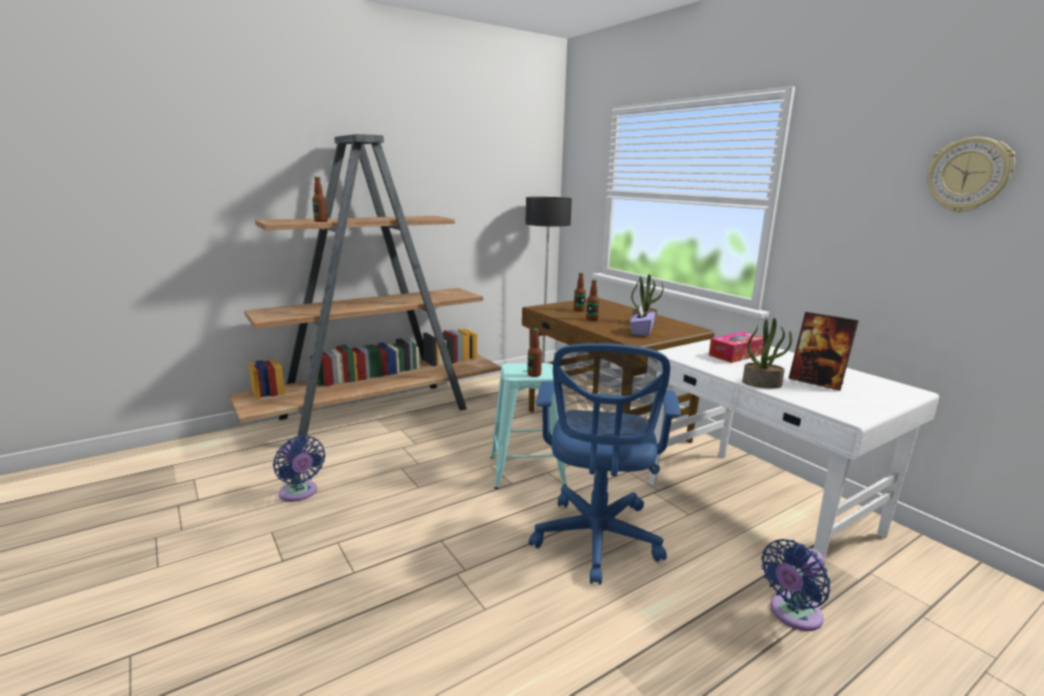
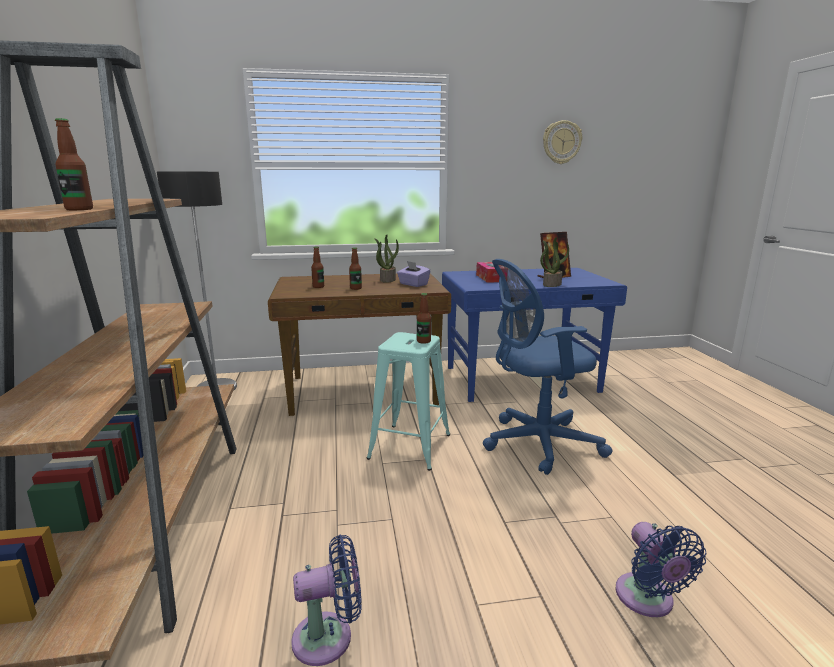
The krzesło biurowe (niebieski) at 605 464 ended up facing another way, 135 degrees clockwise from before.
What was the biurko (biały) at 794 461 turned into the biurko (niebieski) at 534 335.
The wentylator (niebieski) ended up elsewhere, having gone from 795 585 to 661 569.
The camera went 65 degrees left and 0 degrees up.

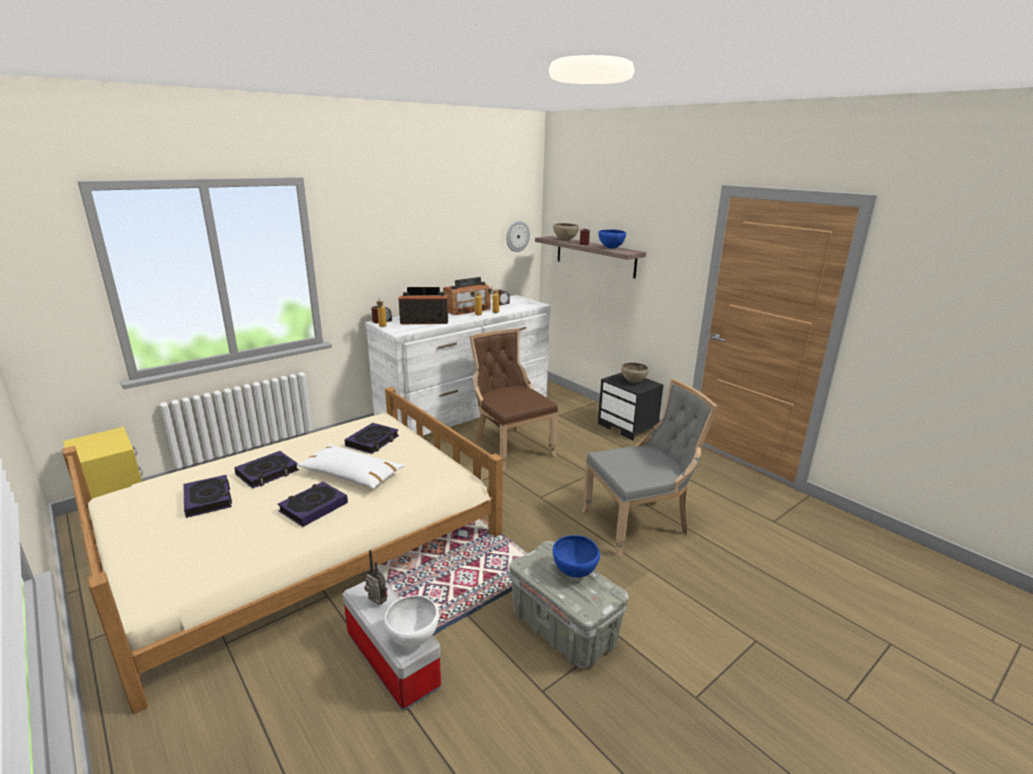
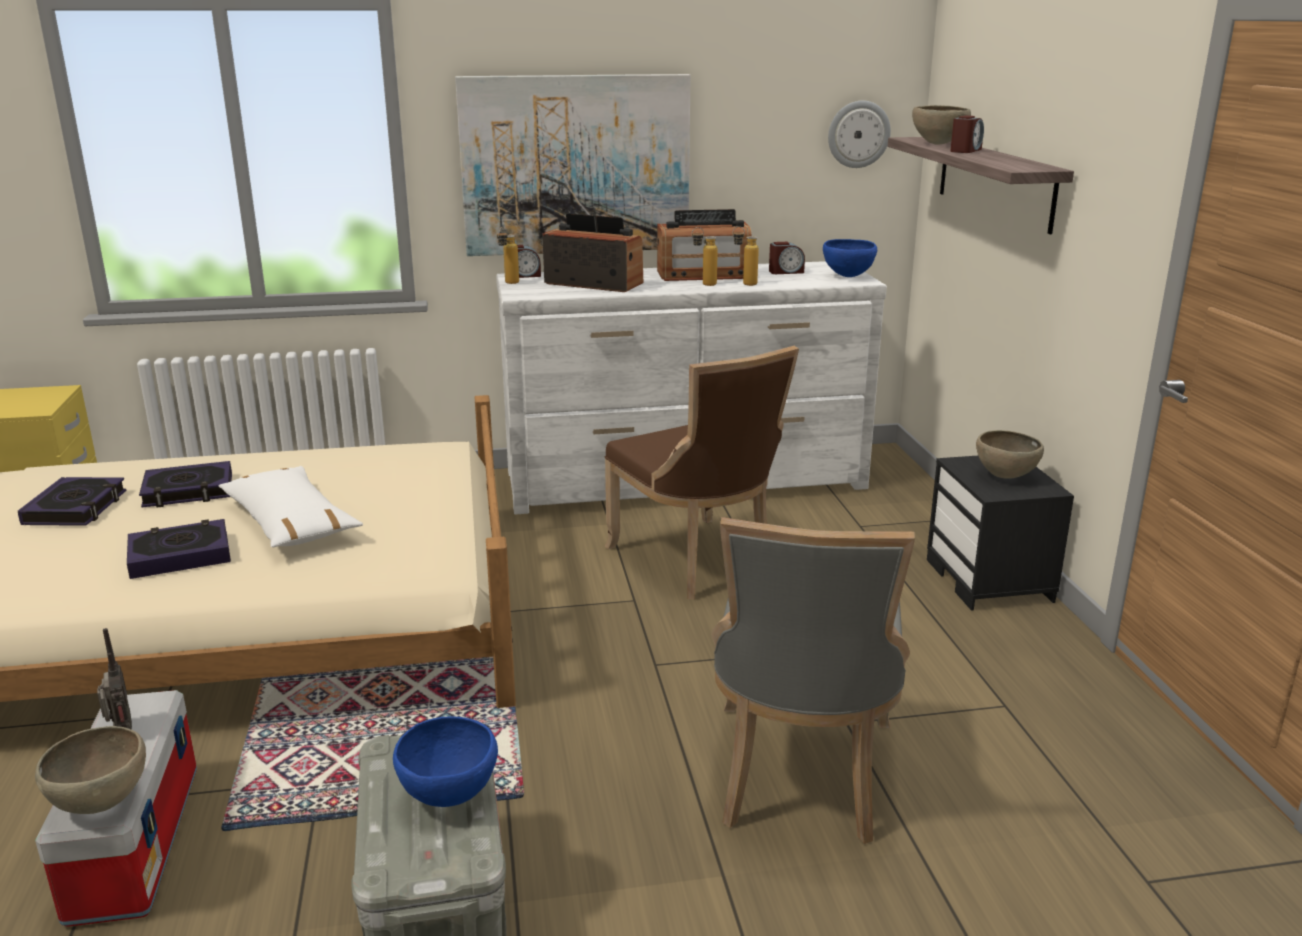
The second view lost the książka at 372 438.
What was the miska (biały) at 411 621 turned into the miska (brązowy) at 90 770.
The krzesło (brązowy) at 514 400 ended up facing another way, 150 degrees clockwise from before.
The krzesło (szary) at 650 468 ended up facing another way, 90 degrees clockwise from before.
The miska (niebieski) ended up elsewhere, having gone from 612 239 to 850 258.
The second view gained the obraz at 573 165.
The camera went 30 degrees right and 0 degrees up.

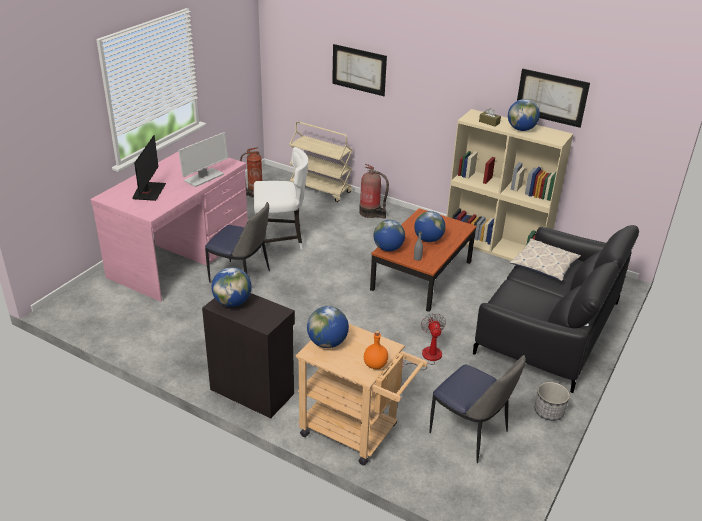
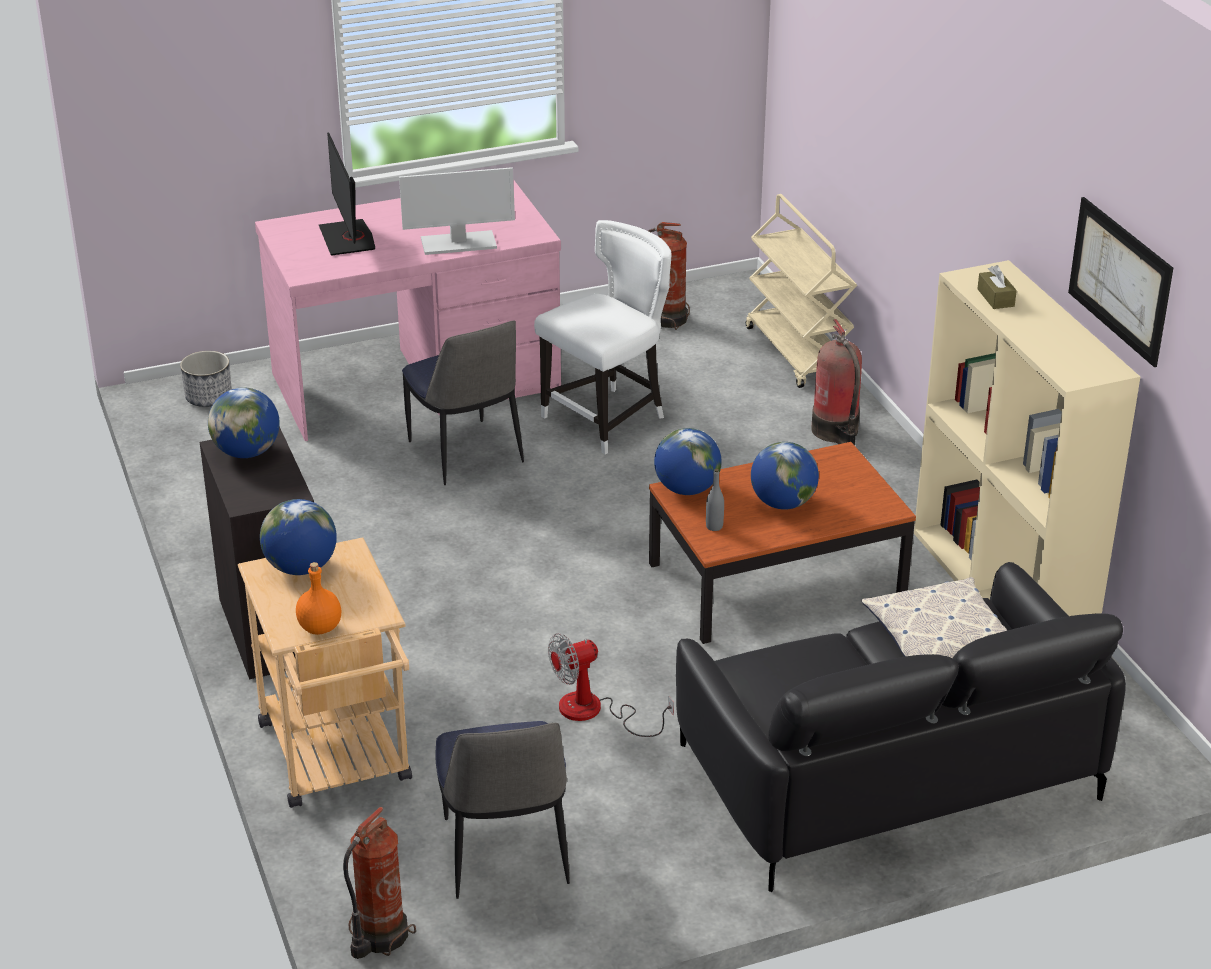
The monitor at 149 168 ended up facing another way, 120 degrees clockwise from before.
The krzesło (biały) at 281 200 ended up facing another way, 75 degrees counterclockwise from before.
The second view lost the obraz at 359 70.
The wentylator at 424 341 ended up facing another way, 150 degrees counterclockwise from before.
The second view lost the globus at 524 115.
The donica ended up elsewhere, having gone from 552 401 to 206 379.
The second view gained the gaśnica at 379 883.
The camera went 40 degrees right and 0 degrees up.

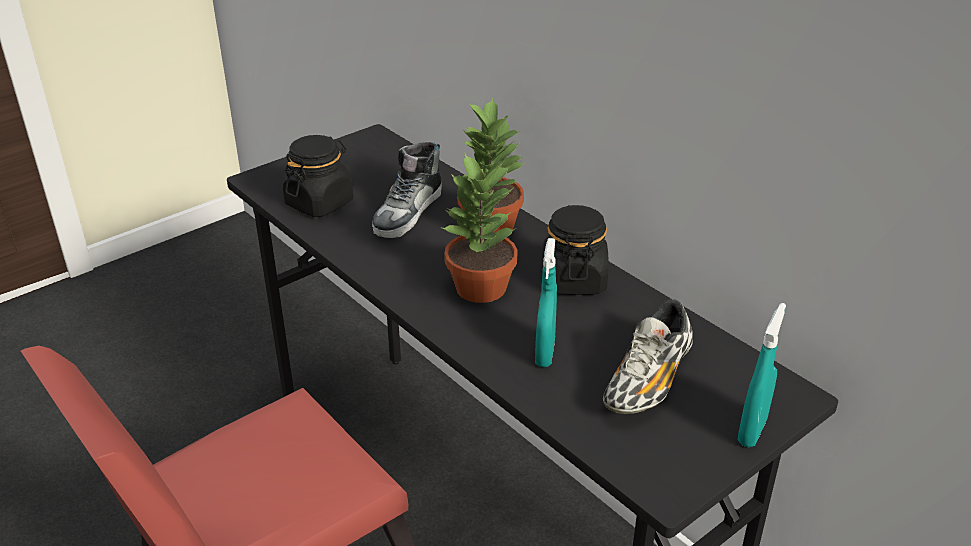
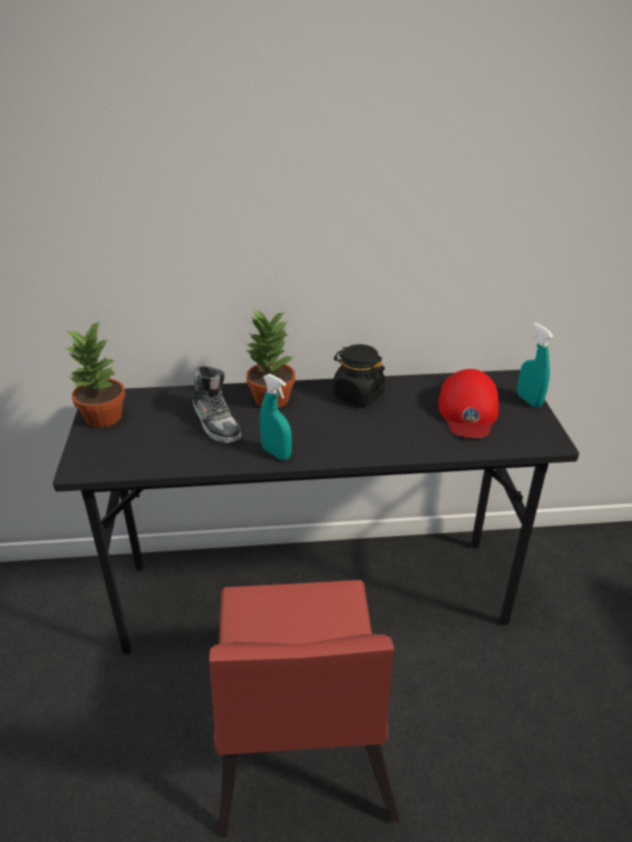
The second view lost the słoik (czarny) at 318 176.
The roślina doniczkowa ended up elsewhere, having gone from 478 228 to 94 374.
The spryskiwacz (turkusowy) ended up elsewhere, having gone from 546 302 to 276 417.
Where the but stood at 648 356, the czapka z daszkiem (czerwony) came to stand at 468 403.
The camera went 55 degrees left and 0 degrees up.

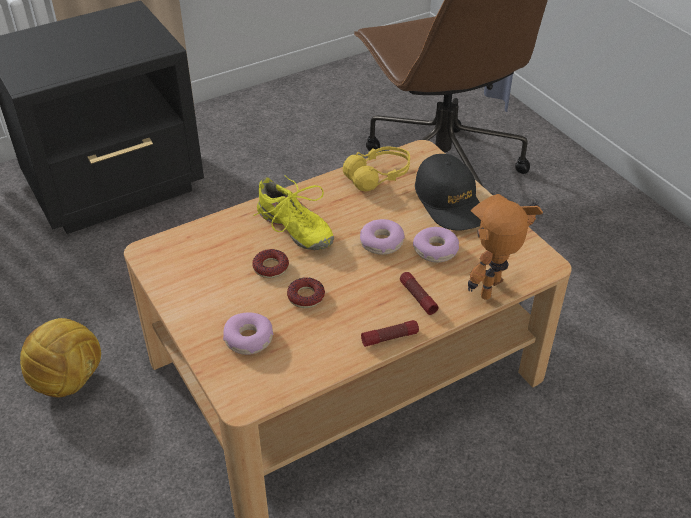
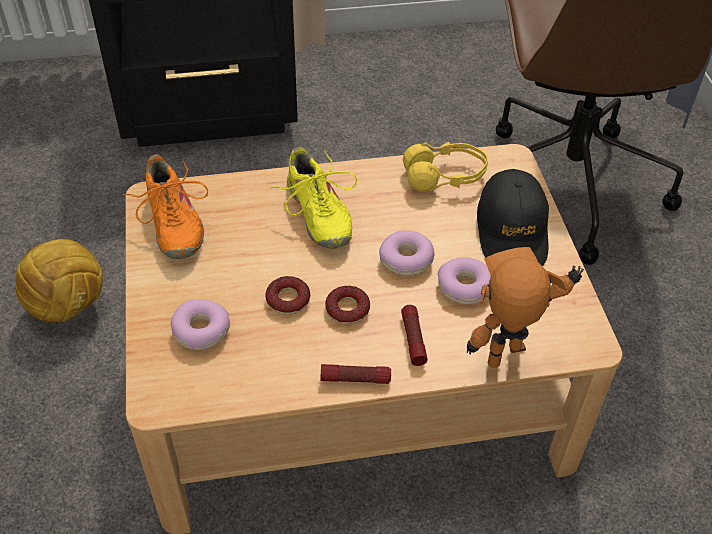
The donut ended up elsewhere, having gone from 270 263 to 347 305.
The second view gained the but (pomarańczowy) at 165 206.
The camera went 20 degrees right and 5 degrees up.

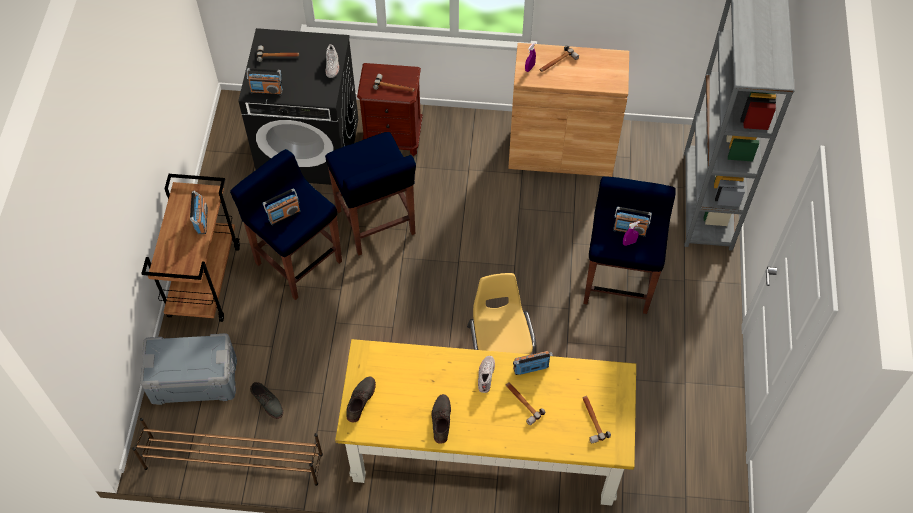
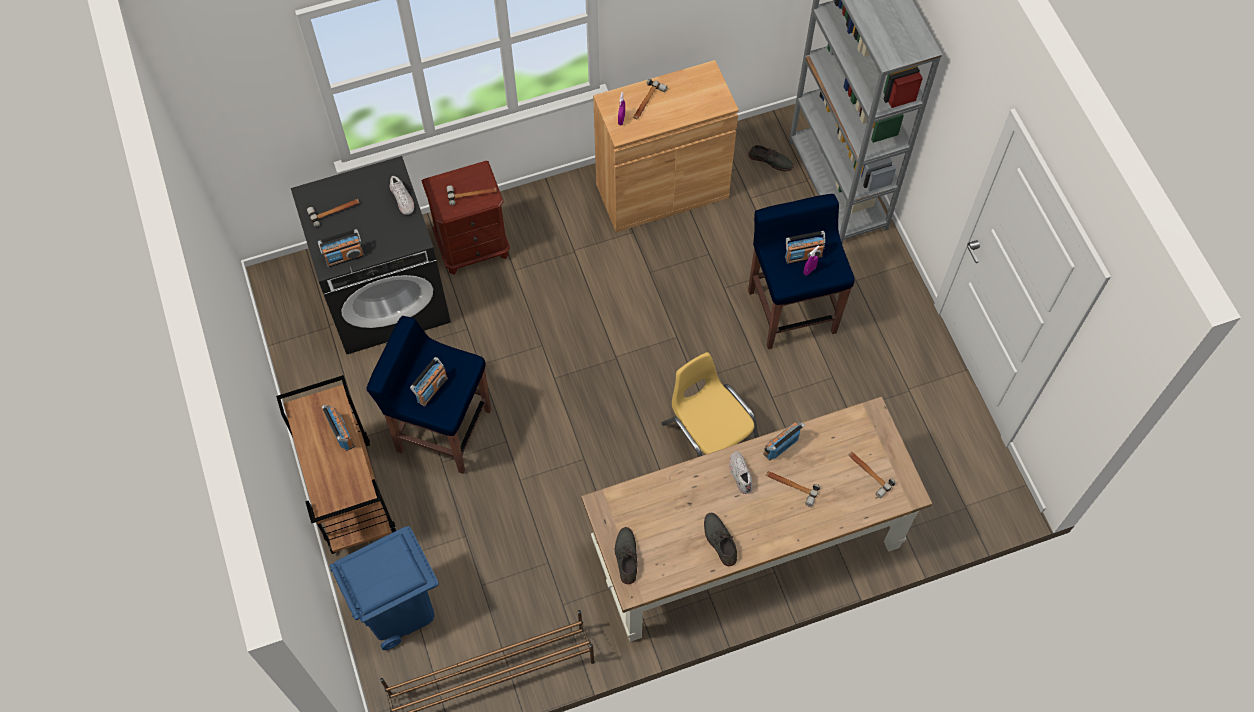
Where the pojemnik do przechowywania (szary) stood at 188 369, the kosz na śmieci (niebieski) came to stand at 384 588.
The but (szary) ended up elsewhere, having gone from 266 400 to 771 158.
The second view lost the stołek (niebieski) at 370 194.
What was the biurko (żółty) at 485 422 turned into the biurko (brązowy) at 756 519.
The camera went 25 degrees left and 5 degrees up.

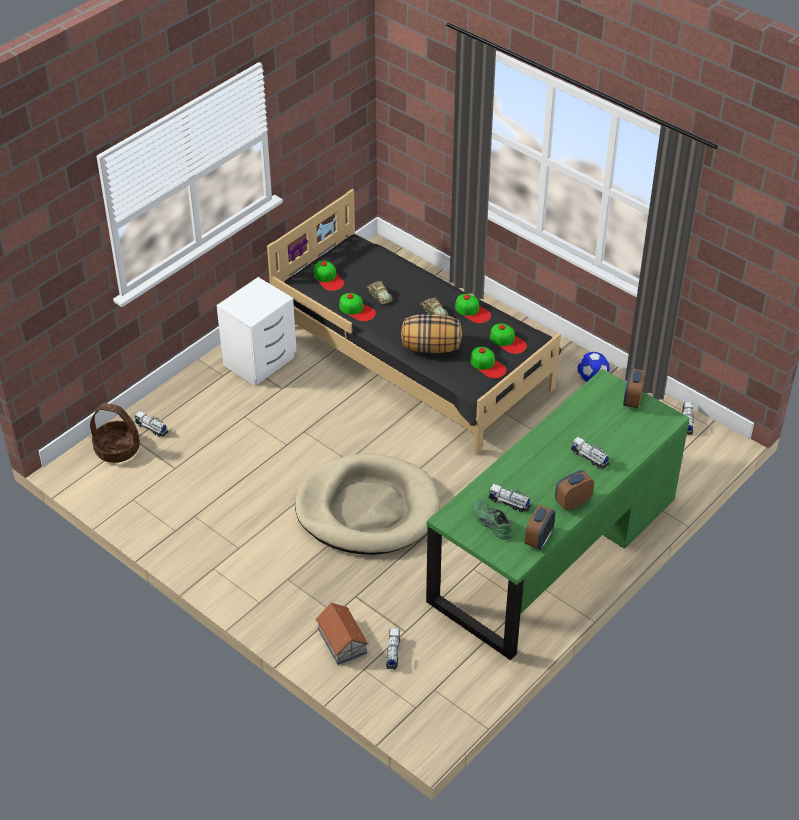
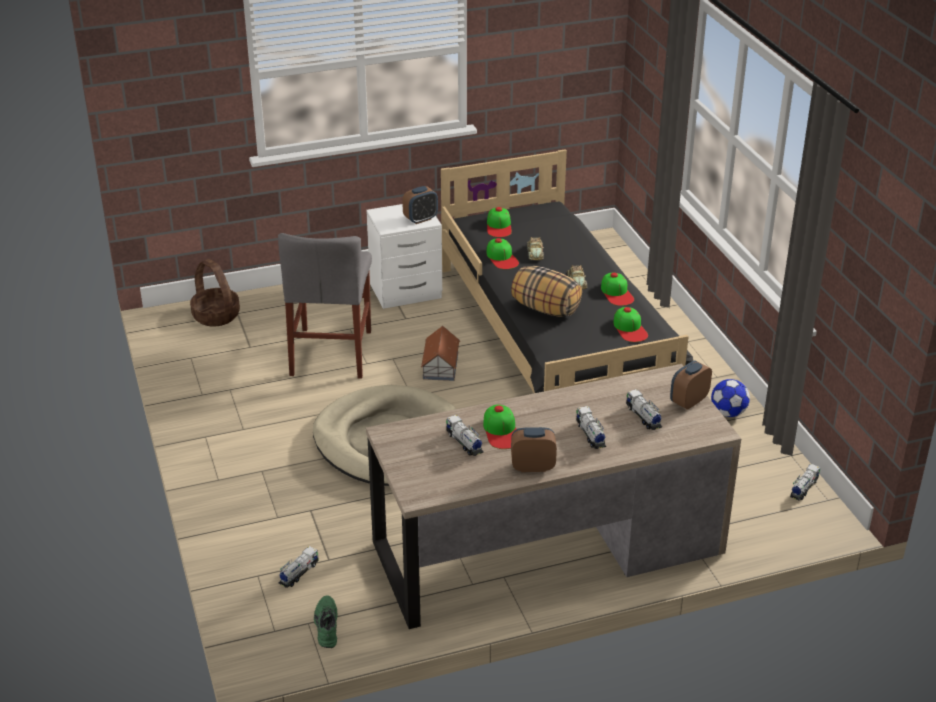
The ciężarówka zabawkowa ended up elsewhere, having gone from 152 424 to 644 409.
The domek ended up elsewhere, having gone from 342 634 to 440 353.
What was the biurko (zielony) at 558 514 turned into the biurko (brązowy) at 553 496.
The czapka z daszkiem ended up elsewhere, having gone from 488 362 to 499 427.
The but (zielony) ended up elsewhere, having gone from 493 520 to 326 621.
The budzik ended up elsewhere, having gone from 540 527 to 420 205.
The second view gained the krzesło (szary) at 325 306.
The camera went 30 degrees right and 10 degrees down.

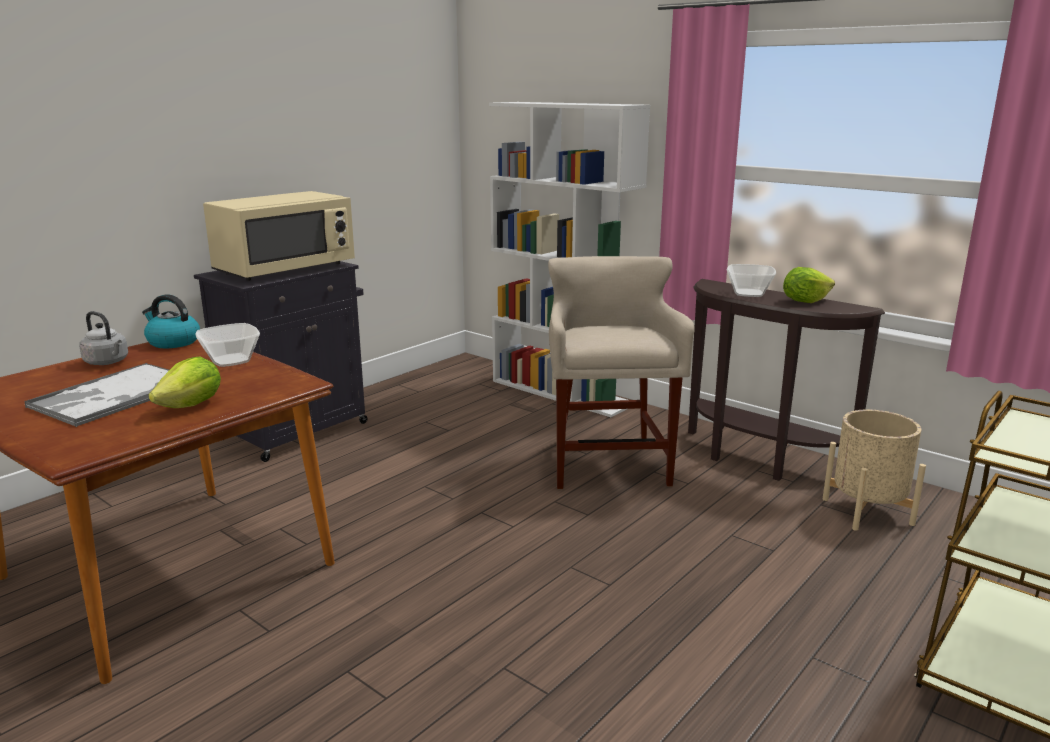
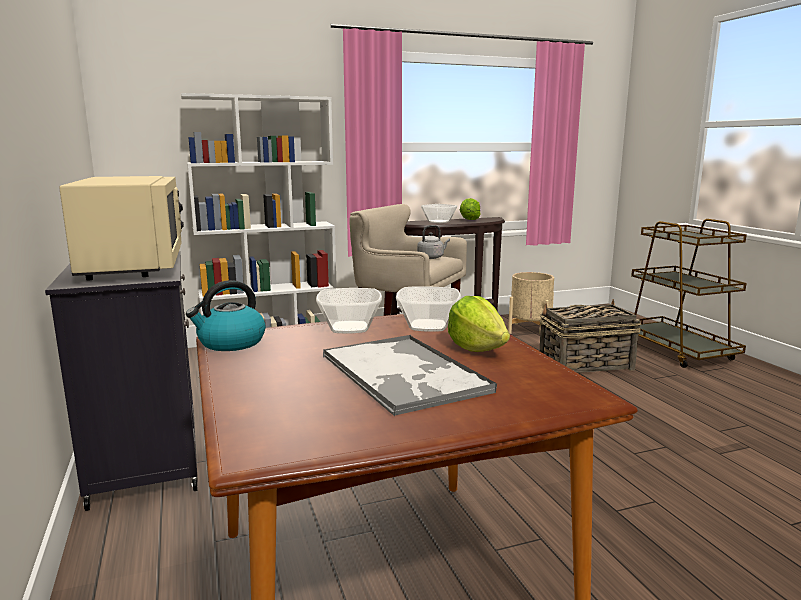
The czajnik (szary) ended up elsewhere, having gone from 103 338 to 433 242.
The second view gained the miska at 428 309.
The second view gained the koszyk at 590 336.
The camera went 60 degrees left and 5 degrees down.

